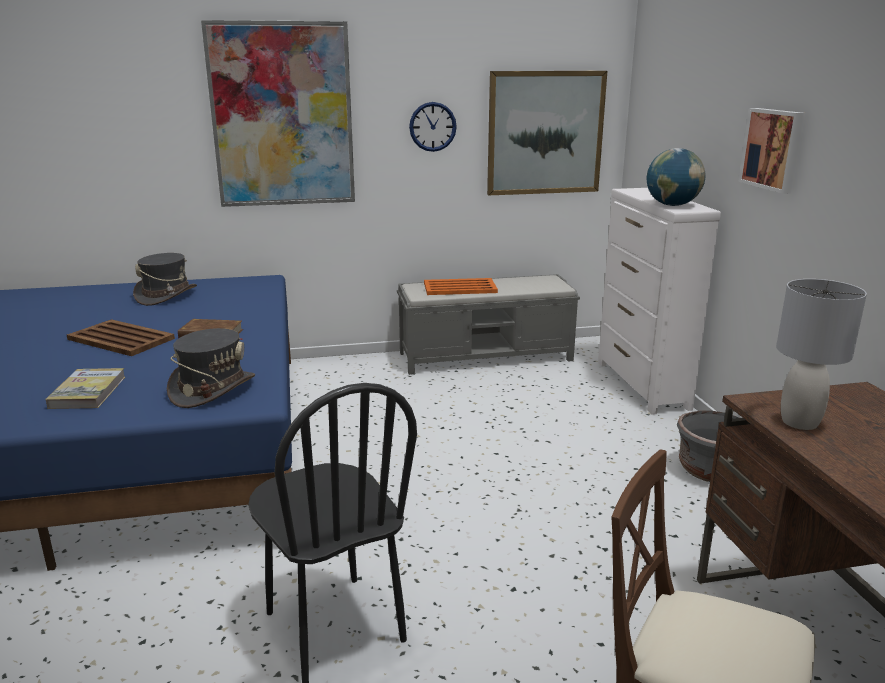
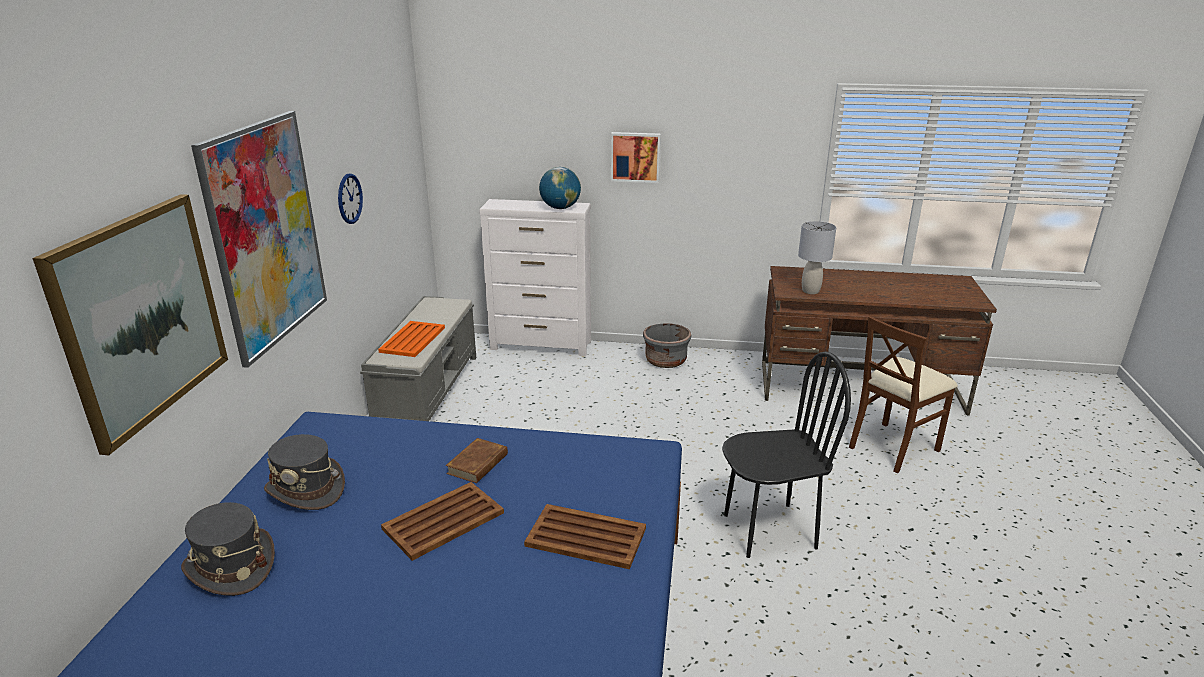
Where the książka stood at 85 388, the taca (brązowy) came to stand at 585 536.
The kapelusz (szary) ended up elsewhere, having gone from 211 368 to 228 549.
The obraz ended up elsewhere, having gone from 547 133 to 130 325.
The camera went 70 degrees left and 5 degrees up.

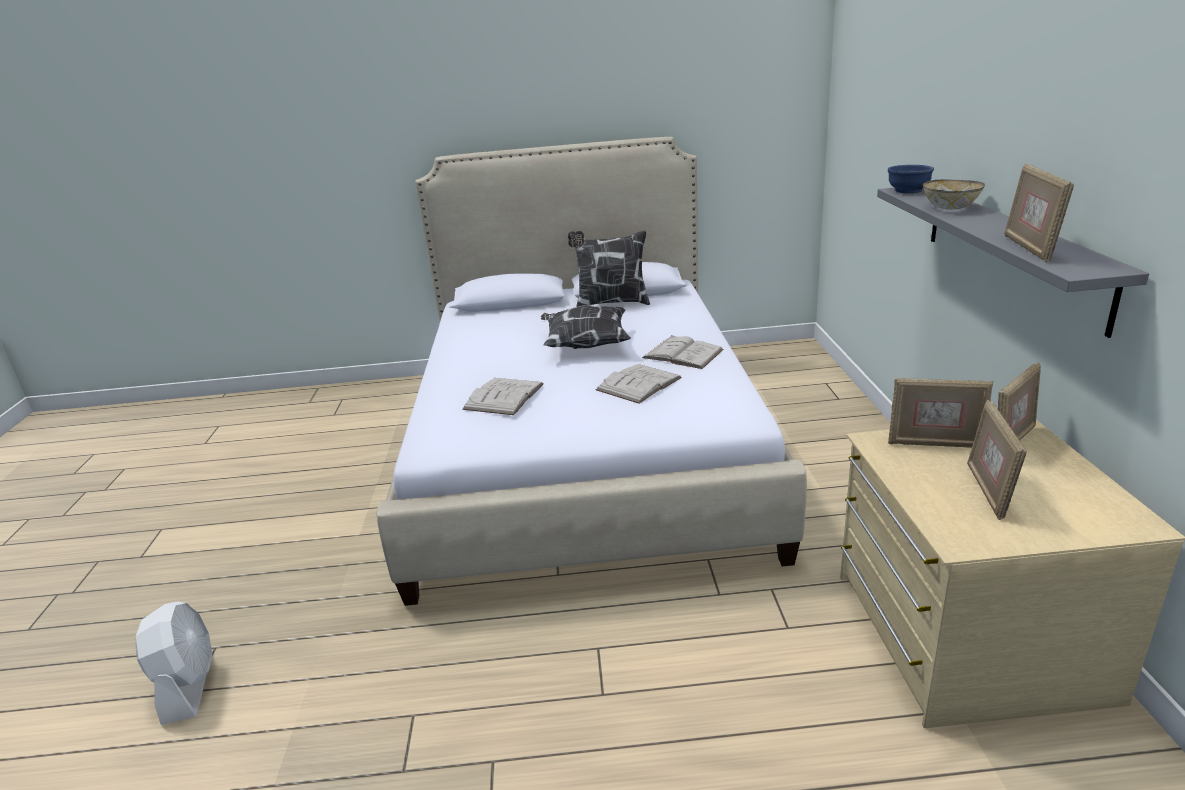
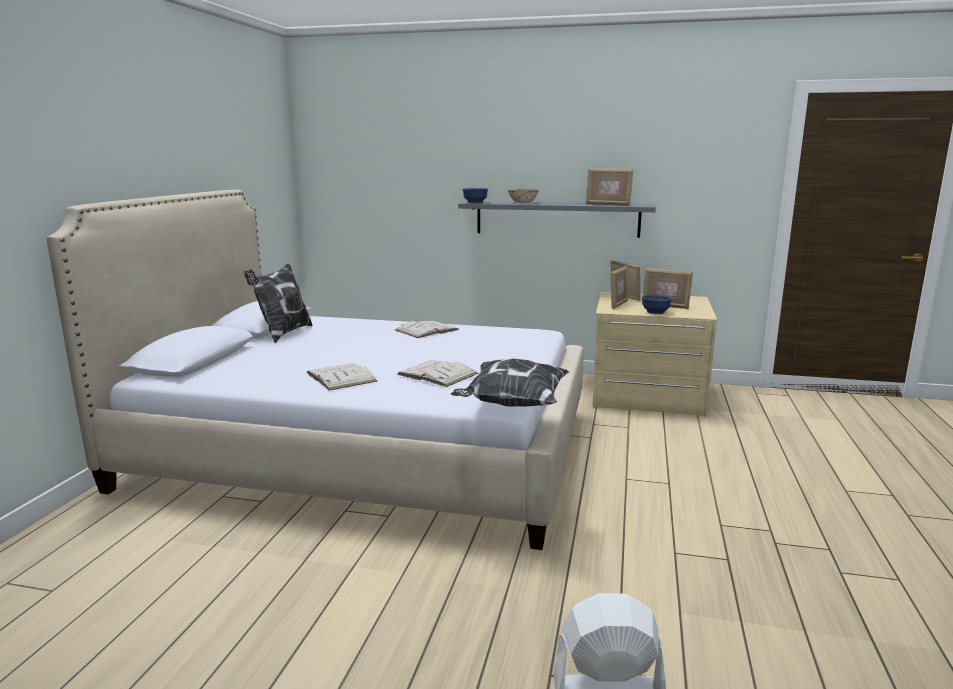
The poduszka ended up elsewhere, having gone from 586 327 to 510 383.
The książka (biały) ended up elsewhere, having gone from 639 384 to 341 377.
The second view gained the miska (niebieski) at 657 304.
The camera went 75 degrees left and 10 degrees down.

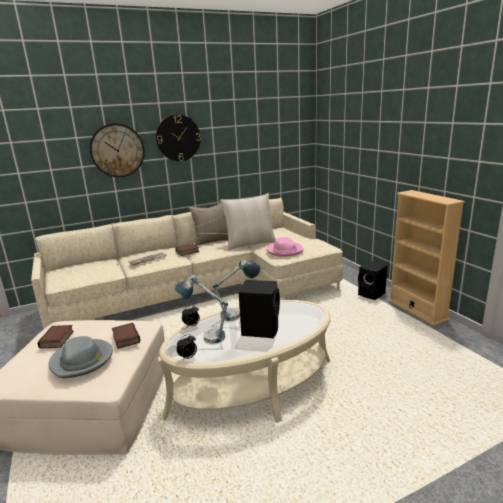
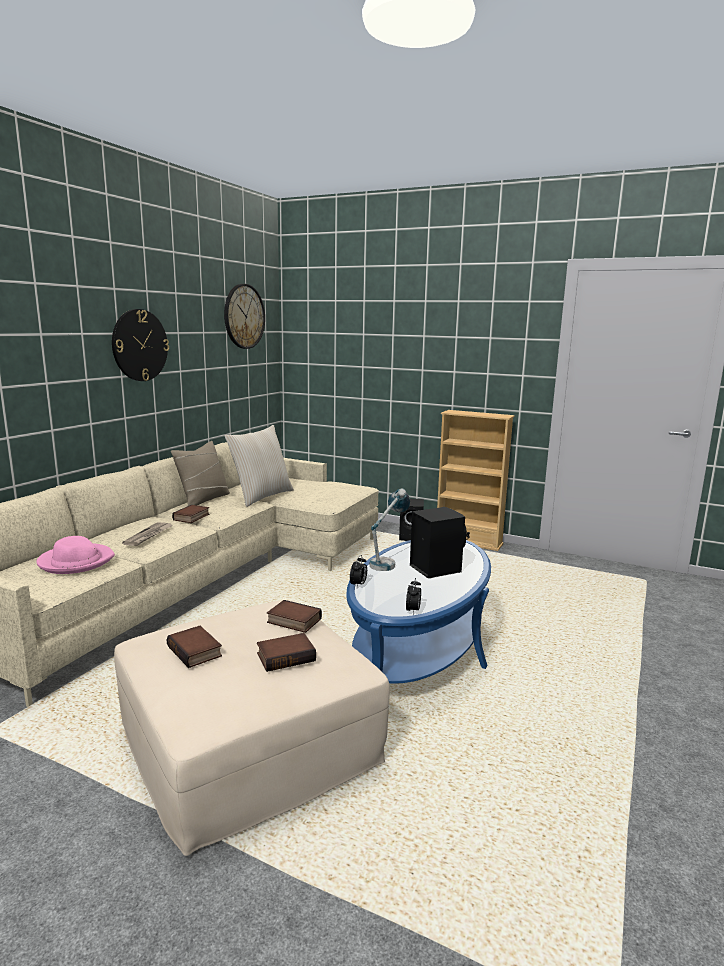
Where the kapelusz (szary) stood at 81 357, the książka came to stand at 286 652.
The zegar ścienny ended up elsewhere, having gone from 117 150 to 244 316.
What was the ława (beżowy) at 244 361 turned into the ława (niebieski) at 418 612.
The second view lost the lampa stołowa at 200 309.
The kapelusz (różowy) ended up elsewhere, having gone from 284 247 to 75 555.
The camera went 40 degrees left and 5 degrees down.

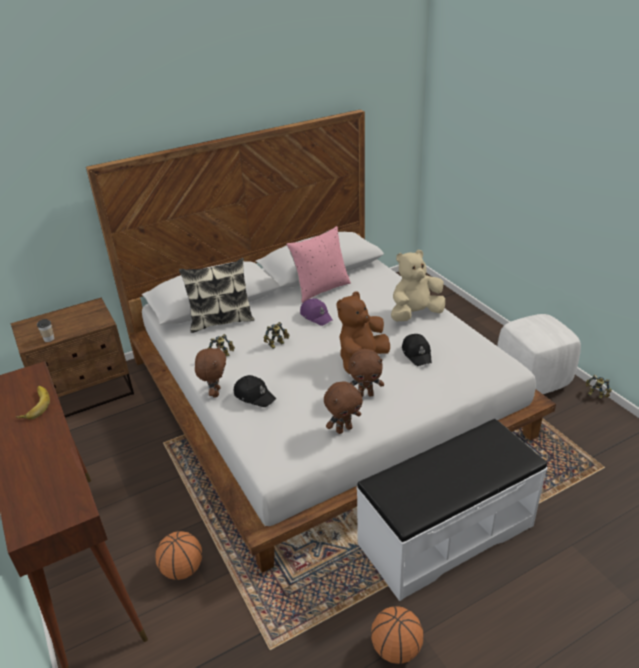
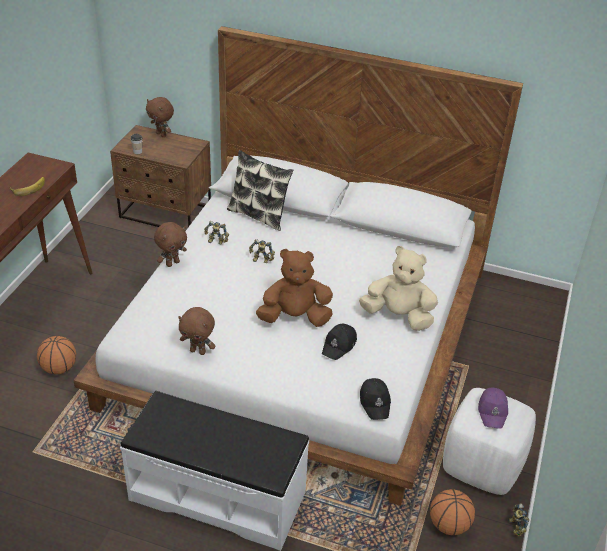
The czapka z daszkiem (czarny) ended up elsewhere, having gone from 255 391 to 375 399.
The second view lost the poduszka (różowy) at 318 264.
The czapka z daszkiem (fioletowy) ended up elsewhere, having gone from 316 312 to 493 408.
The pluszak (brązowy) ended up elsewhere, having gone from 366 373 to 160 117.
The piłka do koszykówki ended up elsewhere, having gone from 397 635 to 452 512.
The camera went 45 degrees right and 5 degrees up.

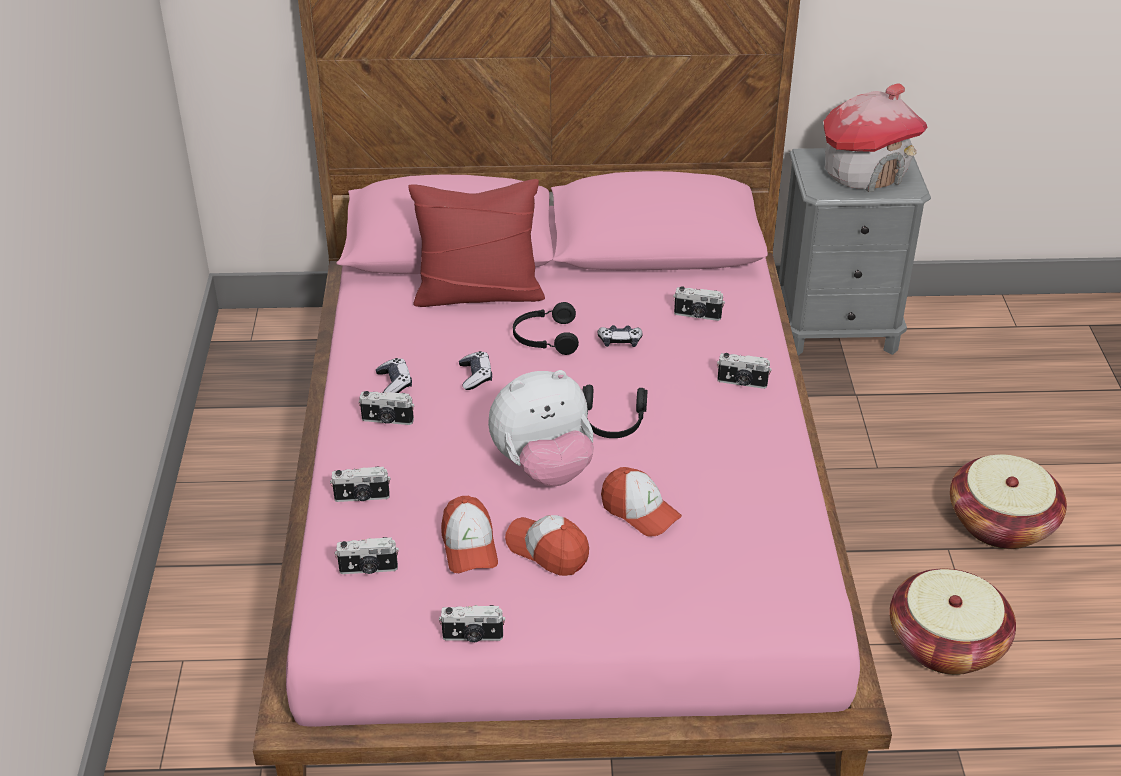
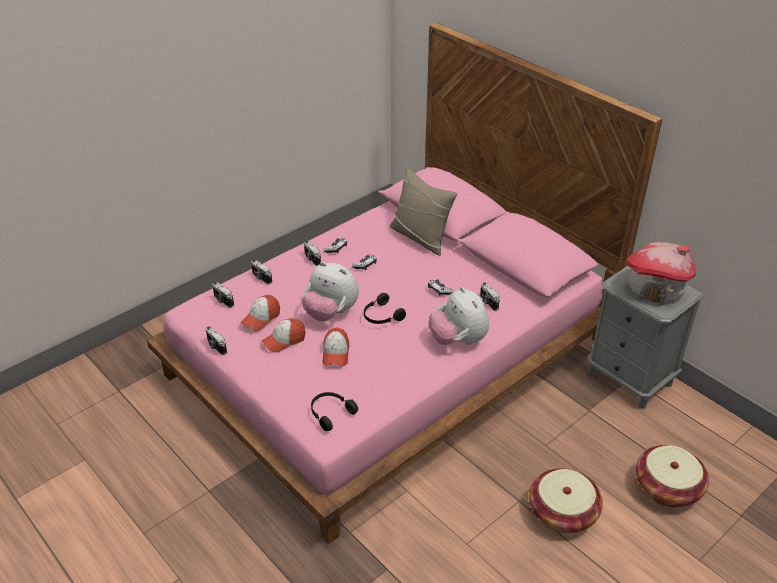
What was the poduszka (czerwony) at 476 243 turned into the poduszka (beżowy) at 423 212.
The czapka z daszkiem at 547 545 ended up facing another way, 120 degrees counterclockwise from before.
The słuchawki (czarny) ended up elsewhere, having gone from 546 328 to 334 411.
Where the aparat fotograficzny stood at 744 371, the pluszak came to stand at 459 316.
The koszyk ended up elsewhere, having gone from 953 622 to 672 476.
The camera went 50 degrees right and 0 degrees up.

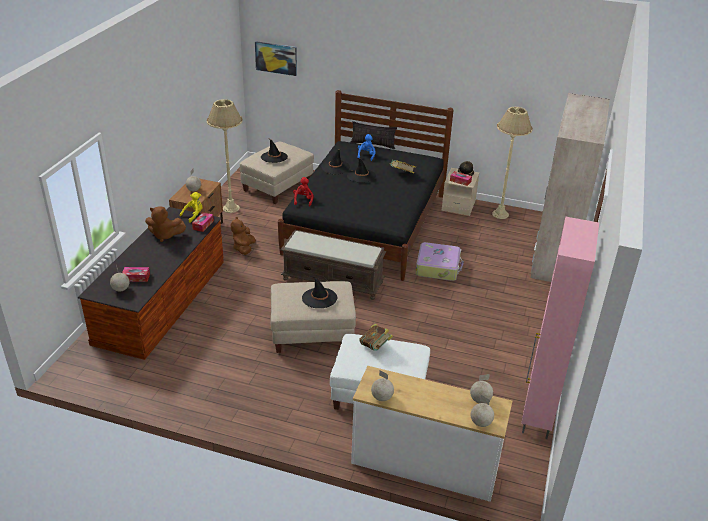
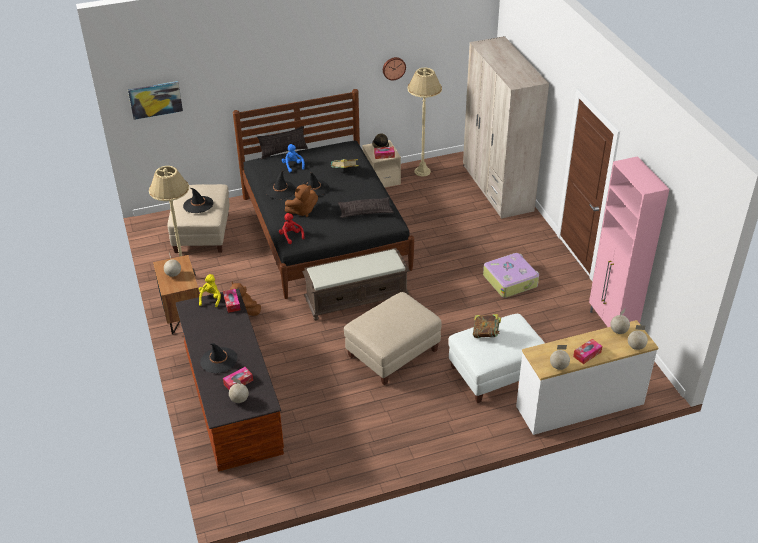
The pluszak (brązowy) ended up elsewhere, having gone from 165 224 to 301 200.
The kapelusz (czarny) ended up elsewhere, having gone from 319 292 to 218 358.
The walizka ended up elsewhere, having gone from 440 261 to 511 275.
The second view gained the poduszka at 366 207.
The second view gained the zegar ścienny at 394 68.
The second view gained the pudełko chusteczek at 587 351.
The camera went 35 degrees left and 5 degrees up.

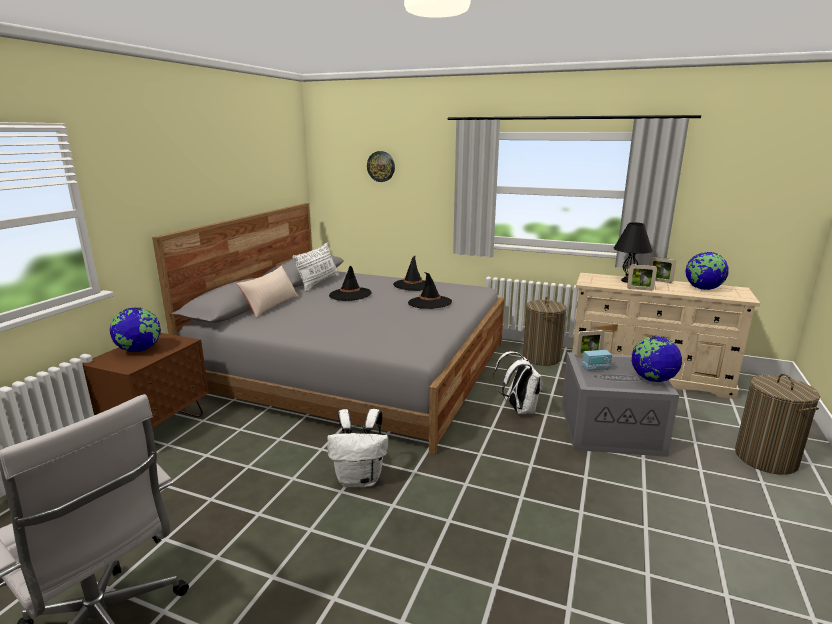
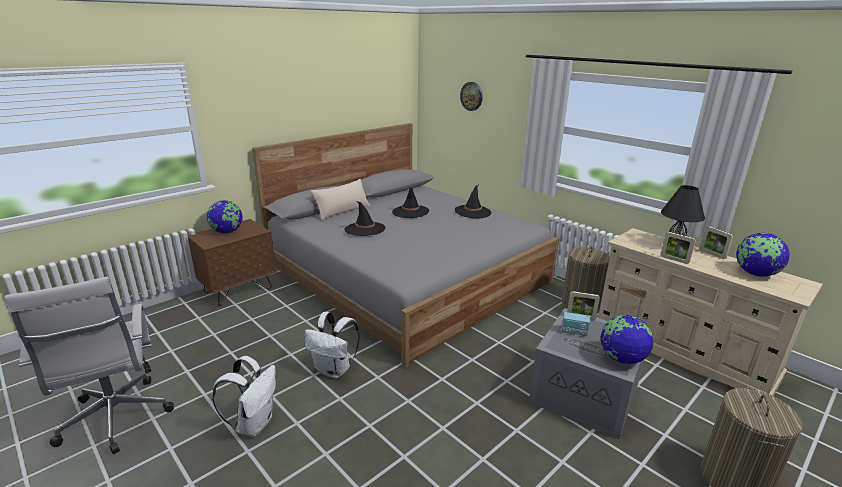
The second view lost the poduszka (biały) at 315 267.
The kapelusz (czarny) ended up elsewhere, having gone from 430 290 to 365 218.
The plecak (biały) ended up elsewhere, having gone from 518 382 to 244 396.
The camera went 25 degrees right and 5 degrees up.

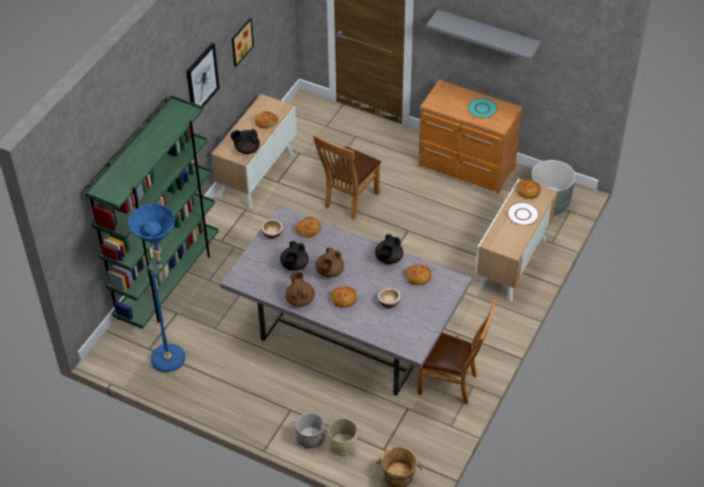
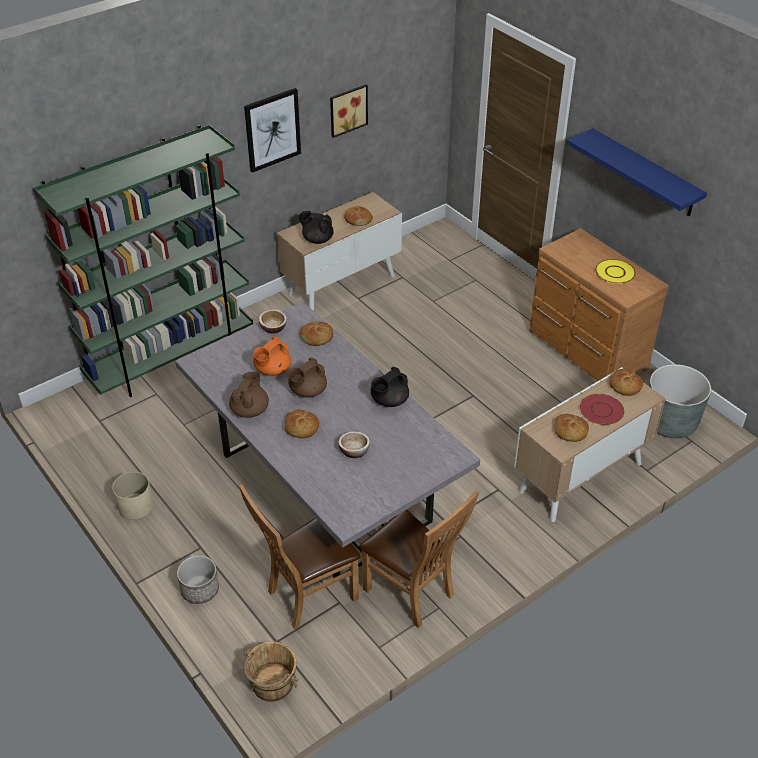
The second view lost the lampa stojąca (niebieski) at 156 288.
What was the imbryk (czarny) at 294 256 turned into the imbryk (pomarańczowy) at 272 356.
The krzesło (brązowy) ended up elsewhere, having gone from 347 177 to 300 556.
The donica (beżowy) ended up elsewhere, having gone from 342 437 to 132 495.
The chleb ended up elsewhere, having gone from 418 275 to 571 428.
What was the półka (szary) at 483 35 turned into the półka (niebieski) at 637 172.
What was the talerz (turkusowy) at 483 108 turned into the talerz (żółty) at 615 271.
What was the talerz (biały) at 523 214 turned into the talerz (czerwony) at 602 409.
The camera went 25 degrees right and 5 degrees down.

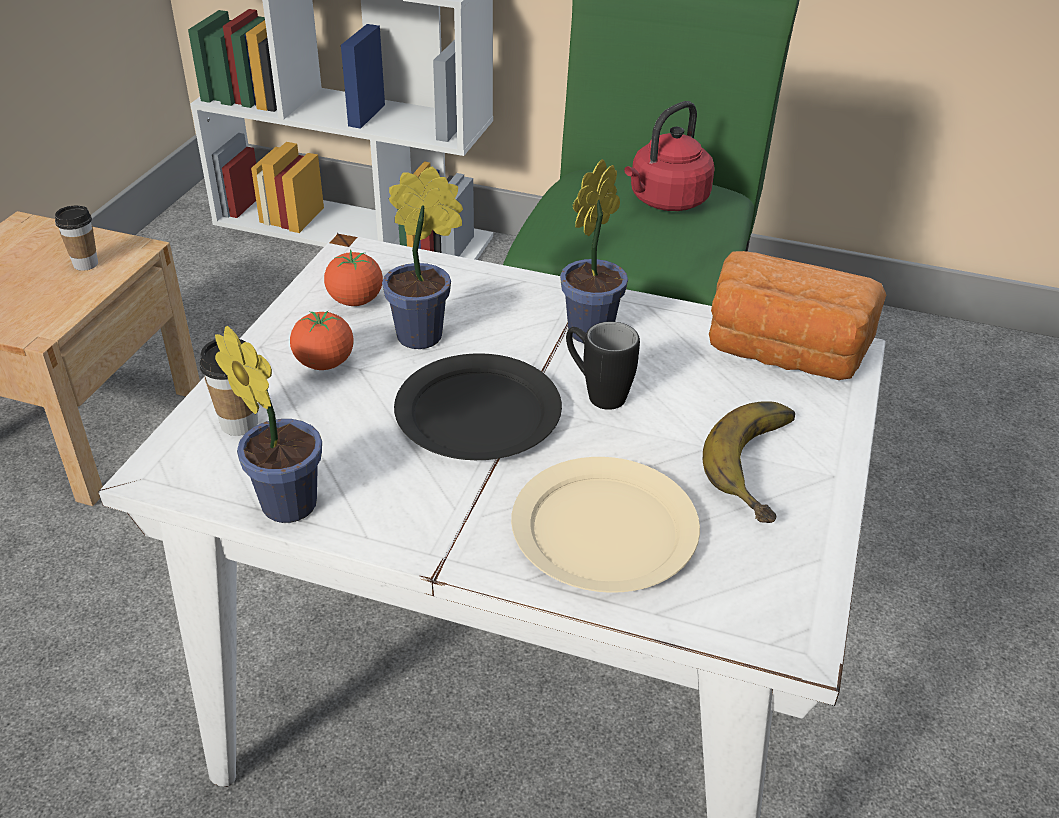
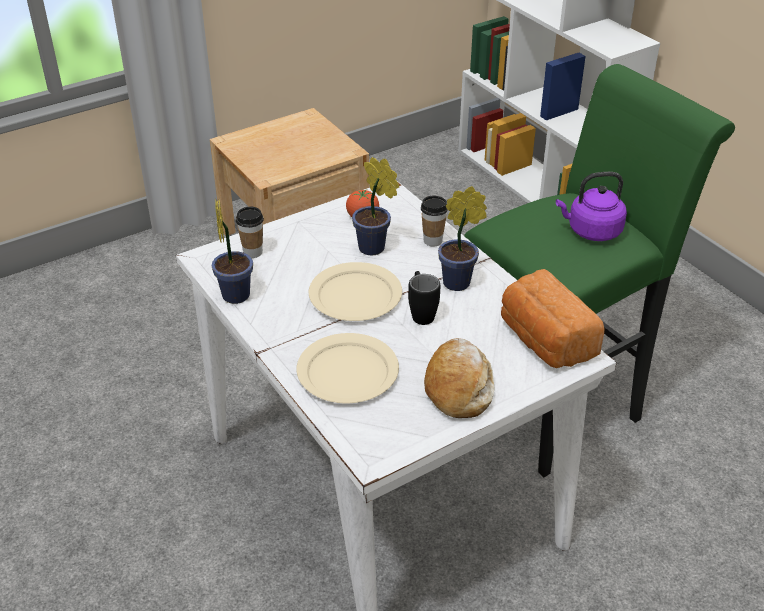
The filiżanka ended up elsewhere, having gone from 76 238 to 434 221.
The second view lost the pomidor at 322 340.
What was the talerz (czarny) at 478 406 turned into the talerz (beżowy) at 355 291.
What was the czajnik (czerwony) at 669 156 turned into the czajnik (fioletowy) at 591 206.
Where the banan stood at 749 462, the chleb came to stand at 459 378.
The camera went 40 degrees right and 0 degrees up.

